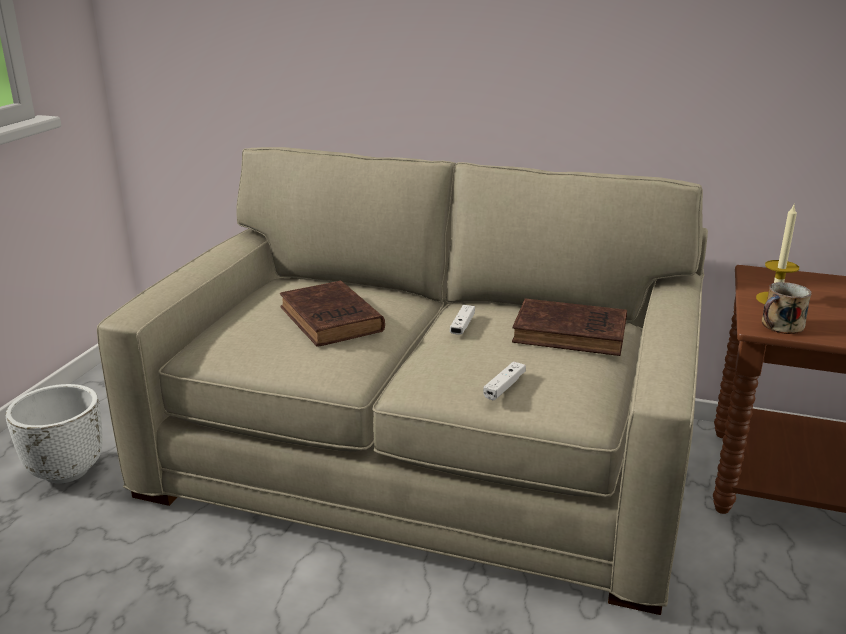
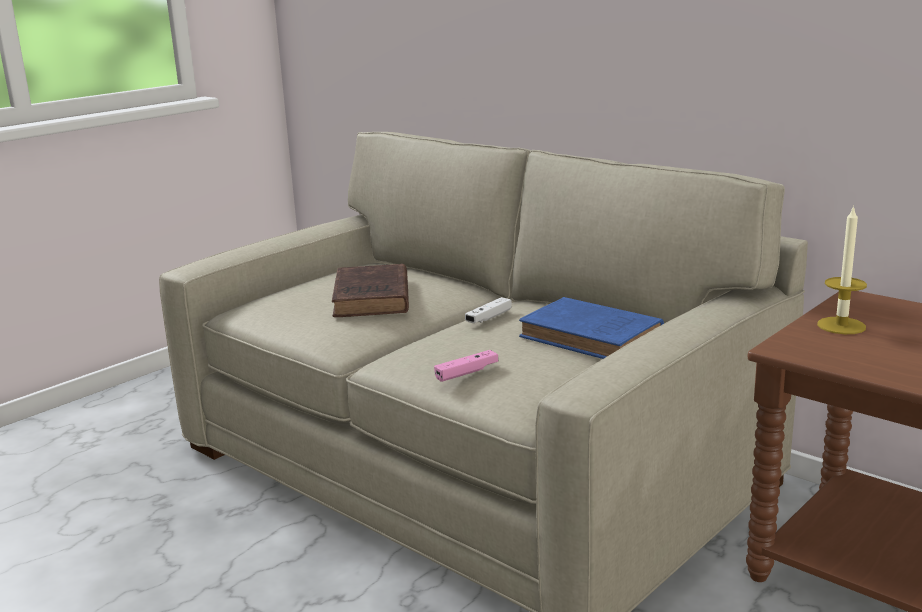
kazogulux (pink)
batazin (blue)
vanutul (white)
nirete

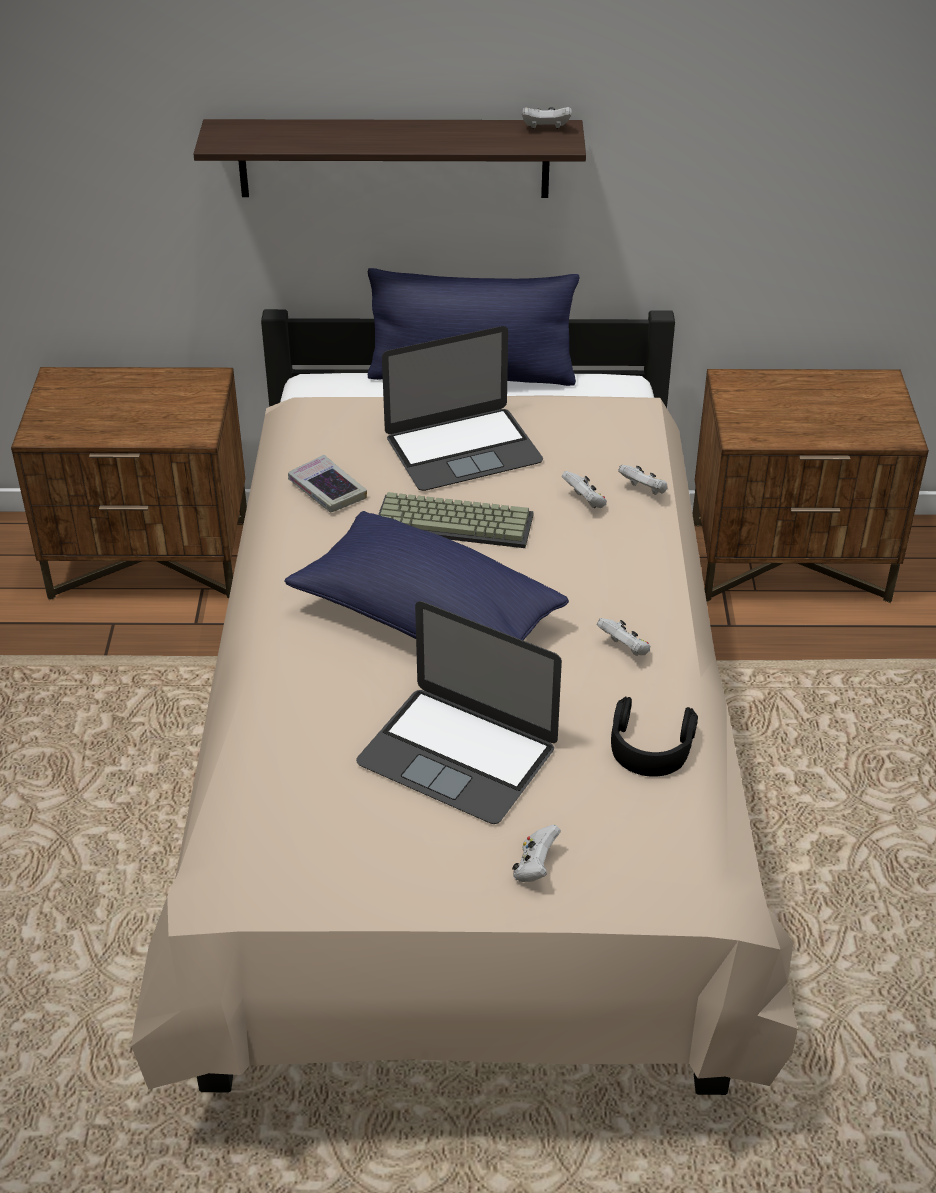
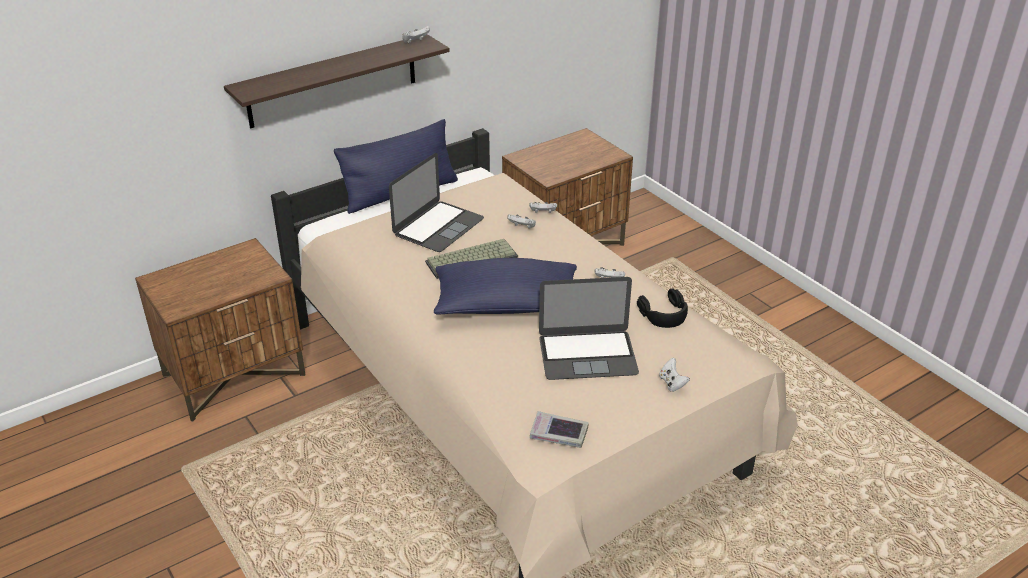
batazin

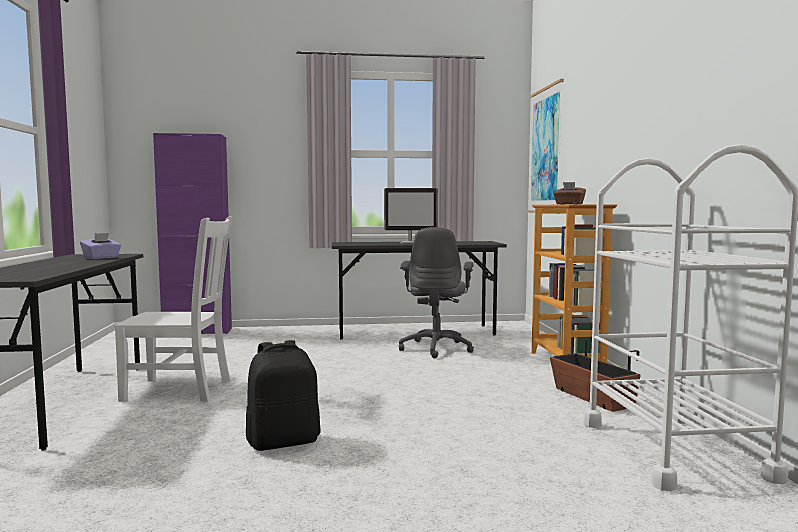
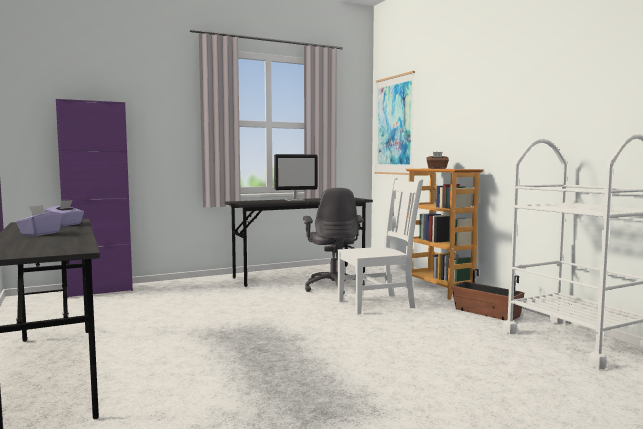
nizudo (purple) (no. 1 from left)
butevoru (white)
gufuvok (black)

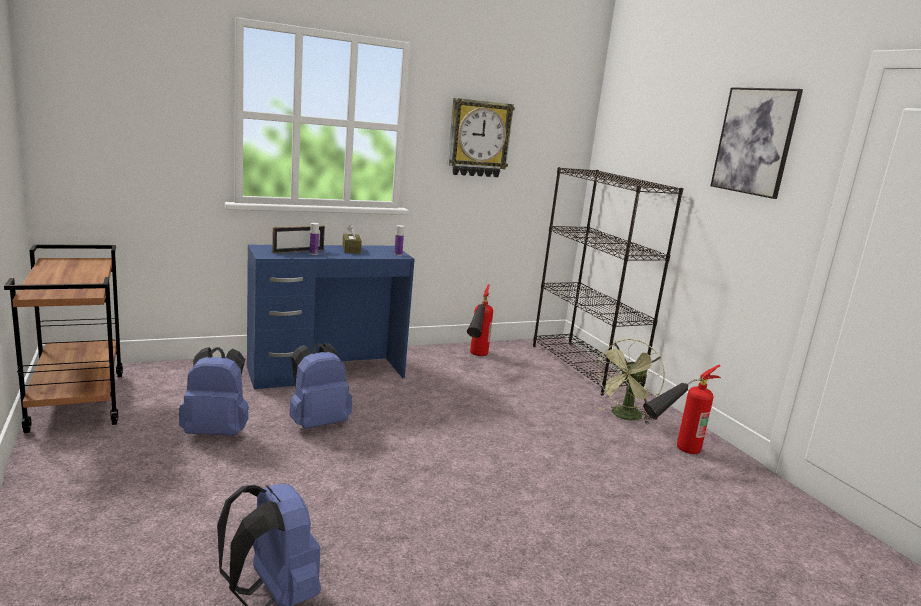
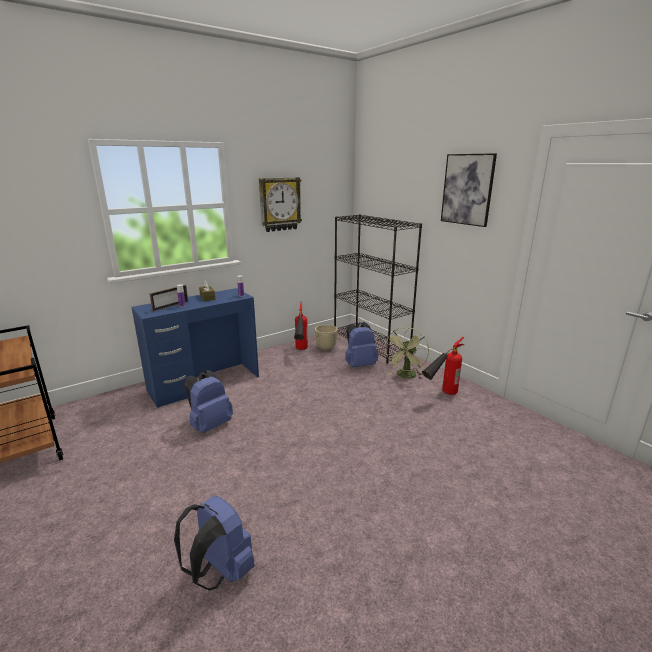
vanutul (beige)
gufuvok (blue) (no. 3 from left)

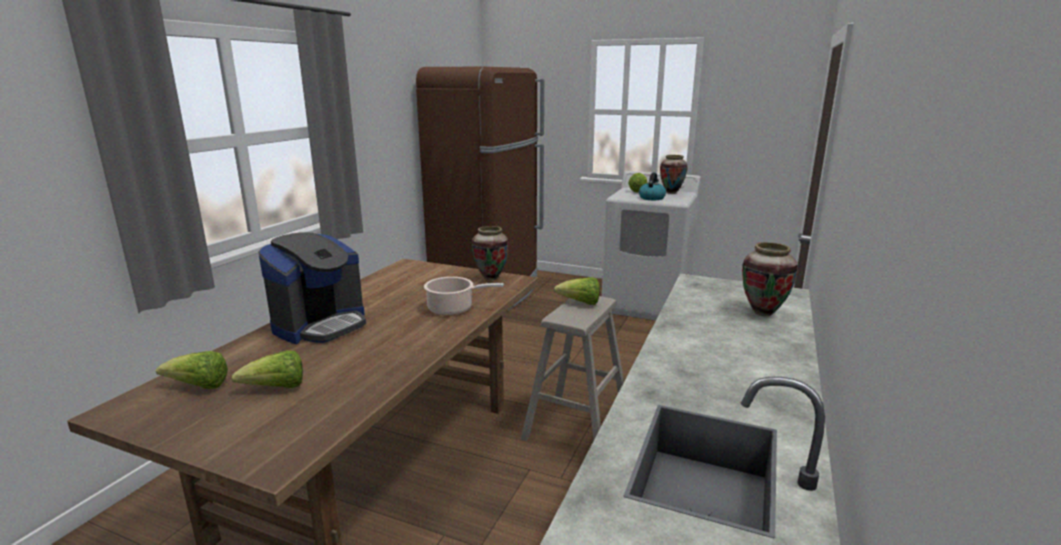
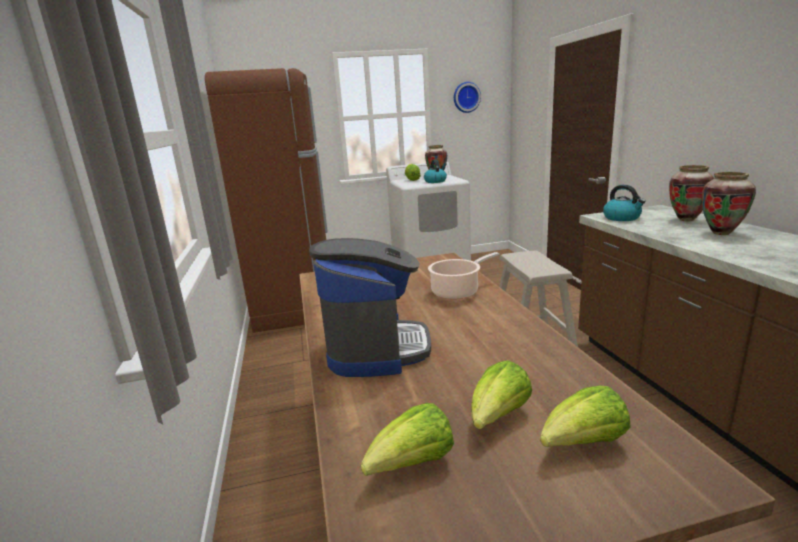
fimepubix
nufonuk (no. 4 from left)
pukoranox (no. 2 from left)
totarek (no. 3 from left)

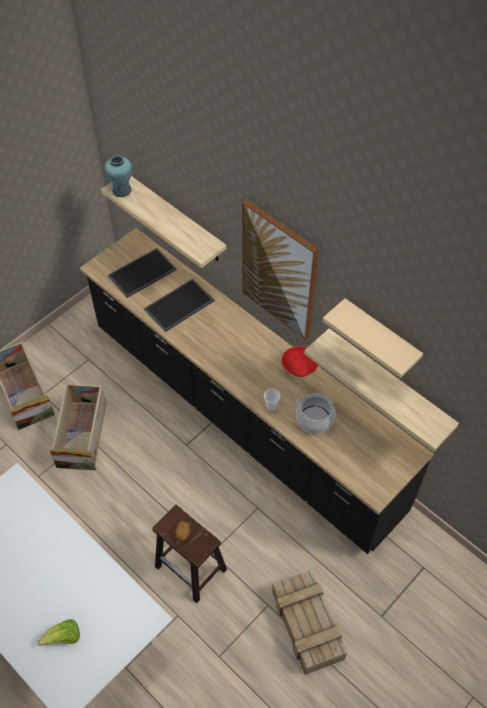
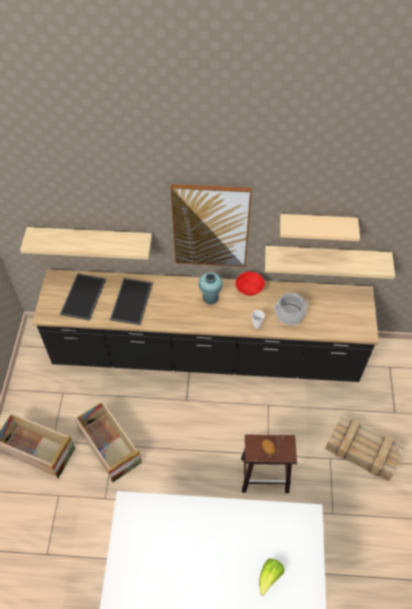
totarek (turquoise)

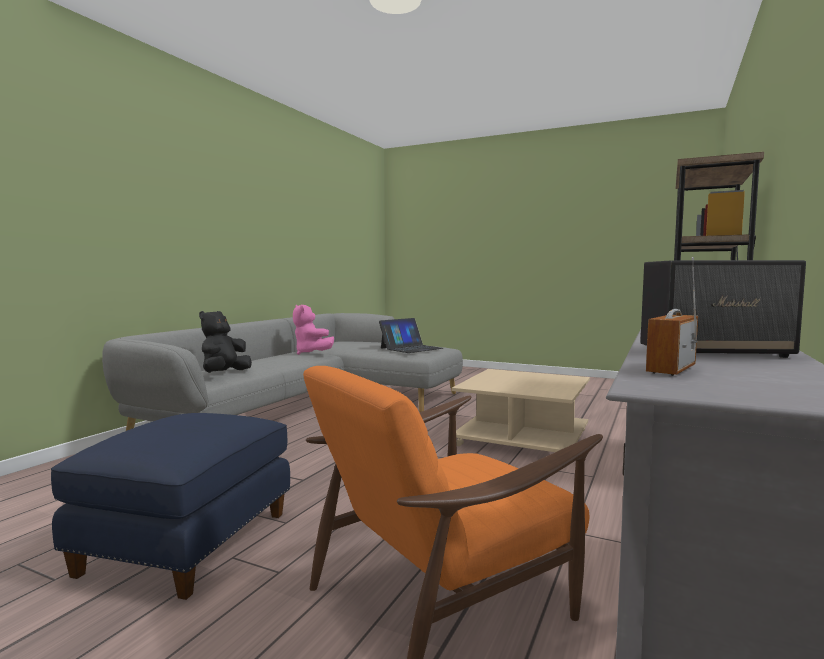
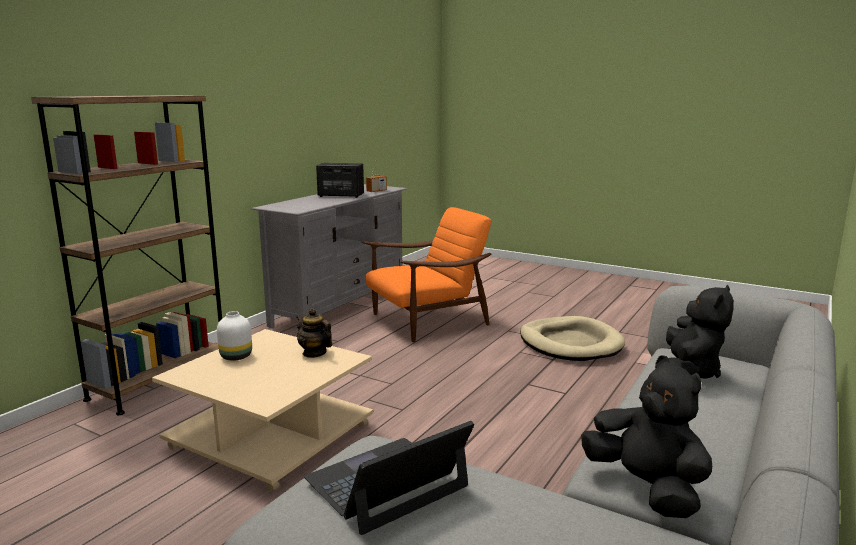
totarek (white)
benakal
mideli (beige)
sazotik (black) (no. 1 from left)

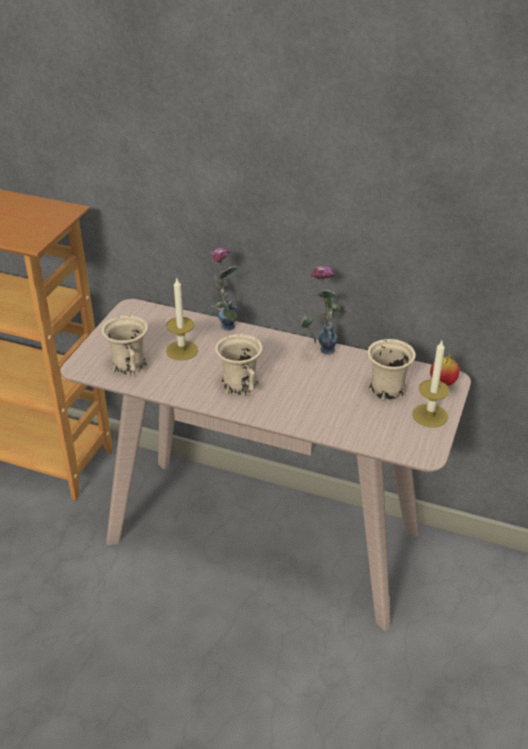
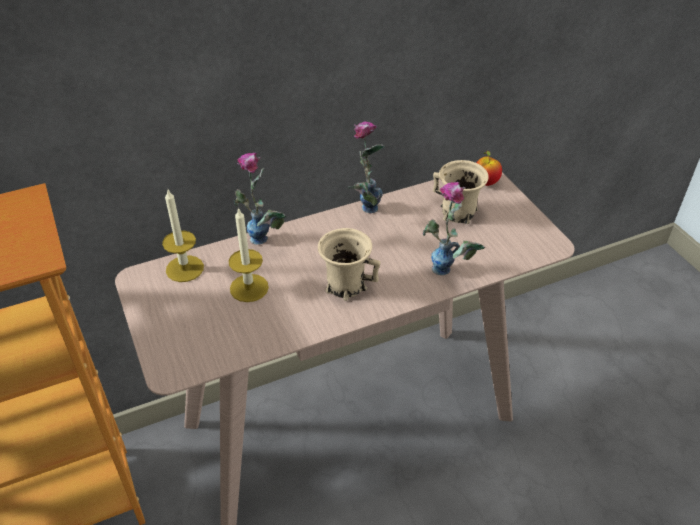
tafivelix (no. 1 from left)
totarek (no. 3 from left)
nirete (beige) (no. 1 from left in the first image)

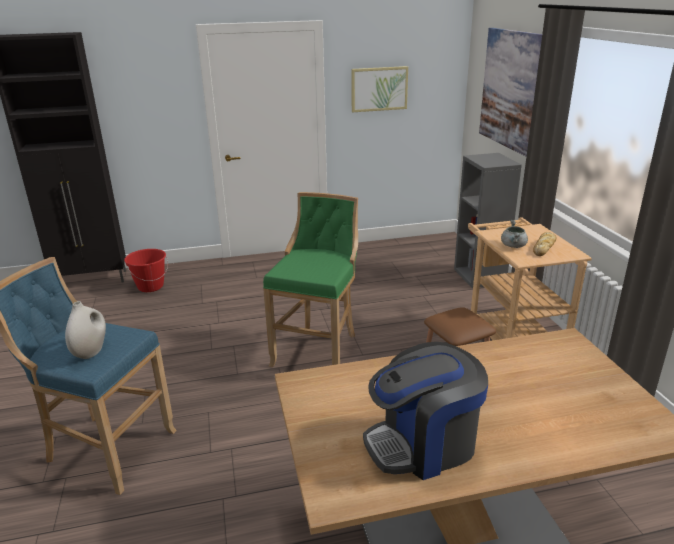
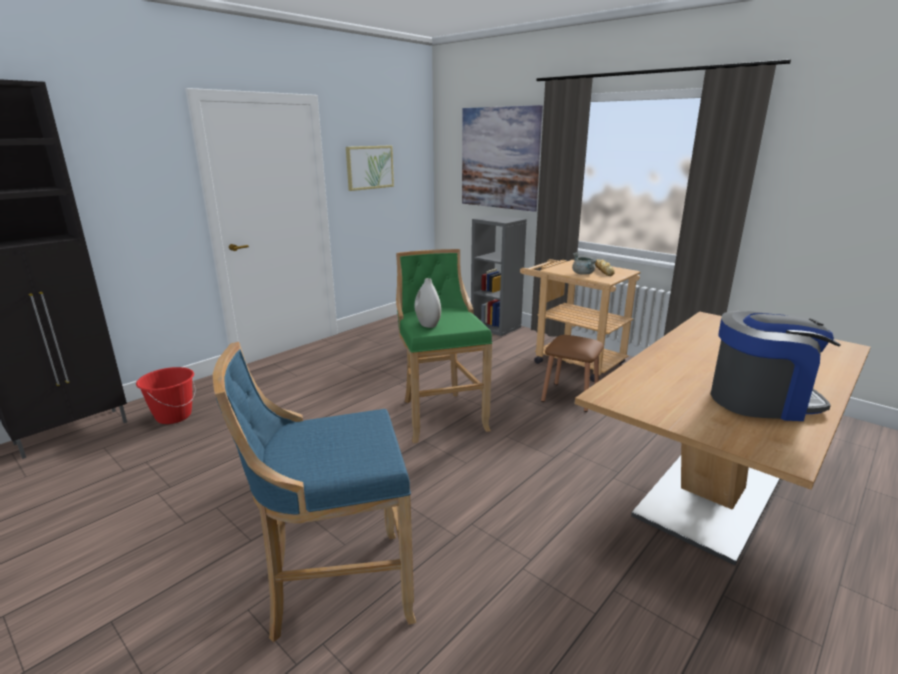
totarek (white)
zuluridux

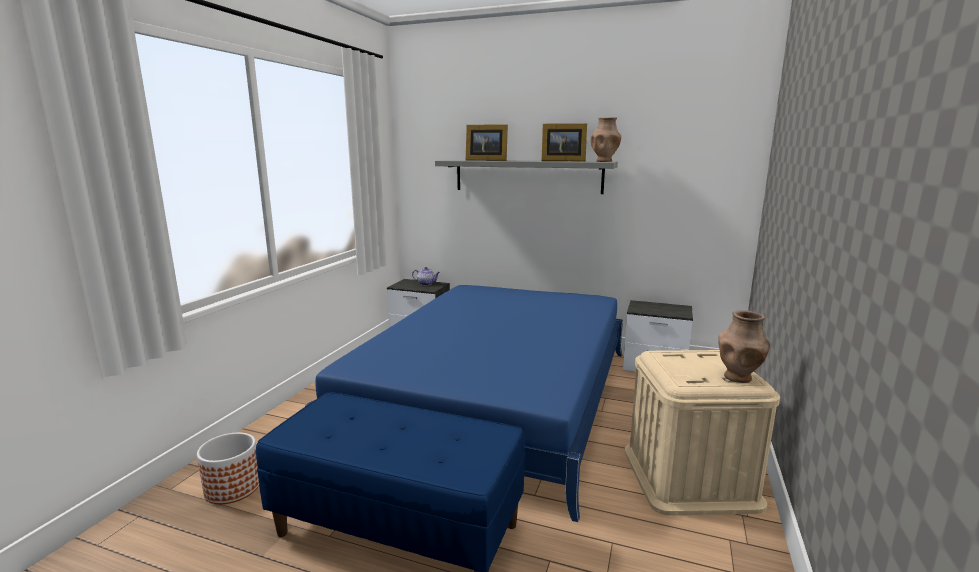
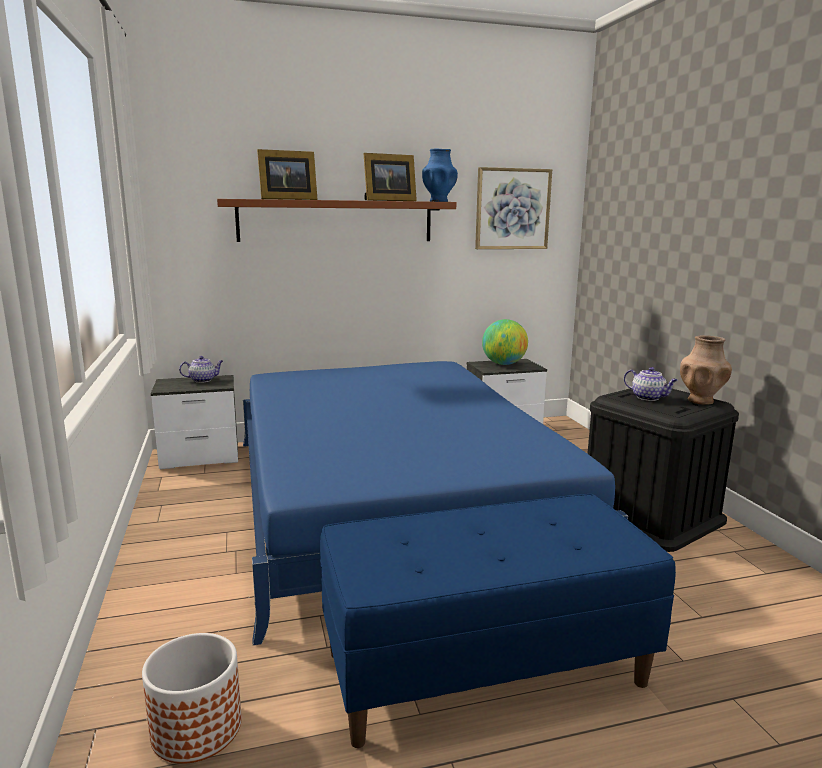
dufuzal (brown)
totarek (blue)
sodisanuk
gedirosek
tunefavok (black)
benakal (no. 2 from left)

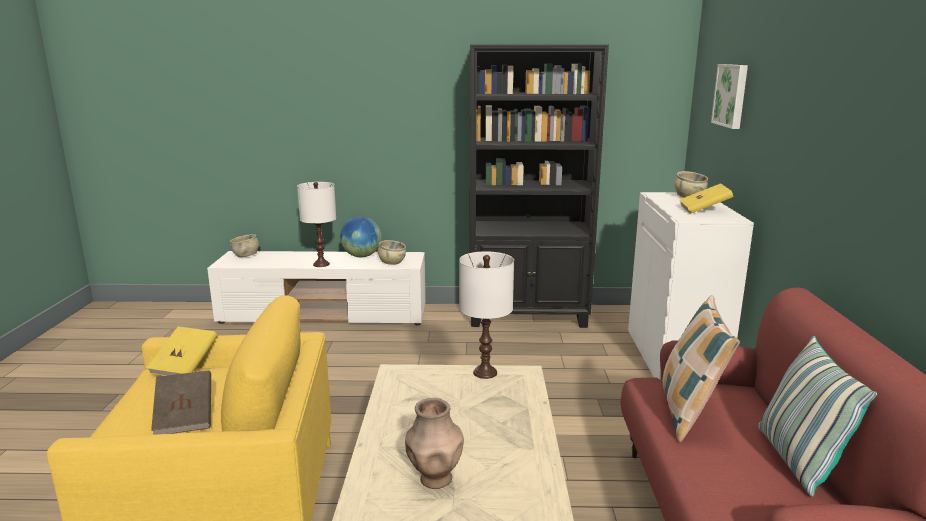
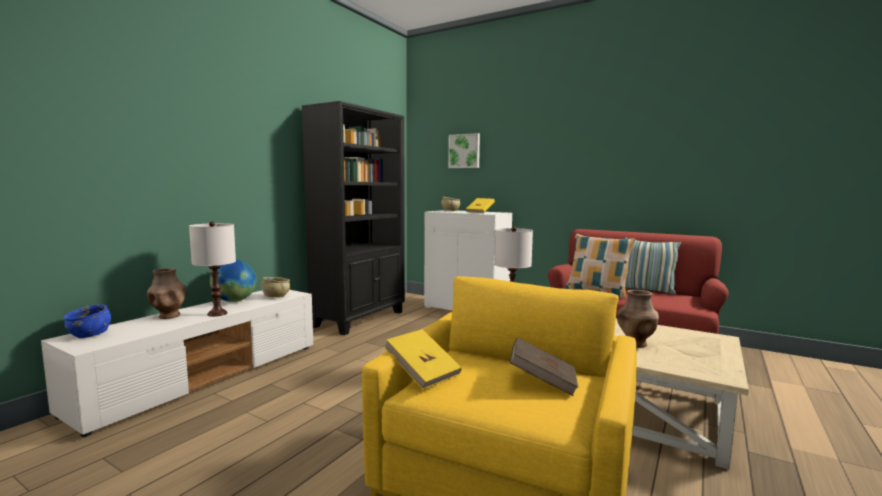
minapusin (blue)
totarek (brown) (no. 1 from left)

